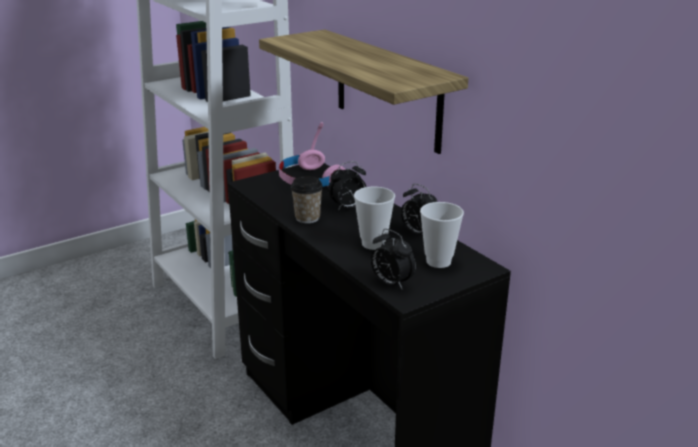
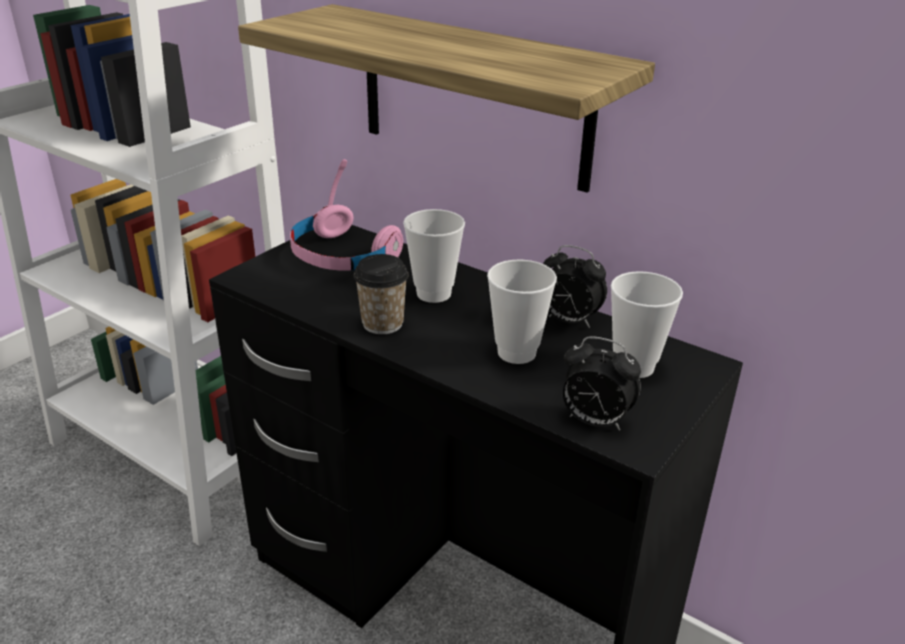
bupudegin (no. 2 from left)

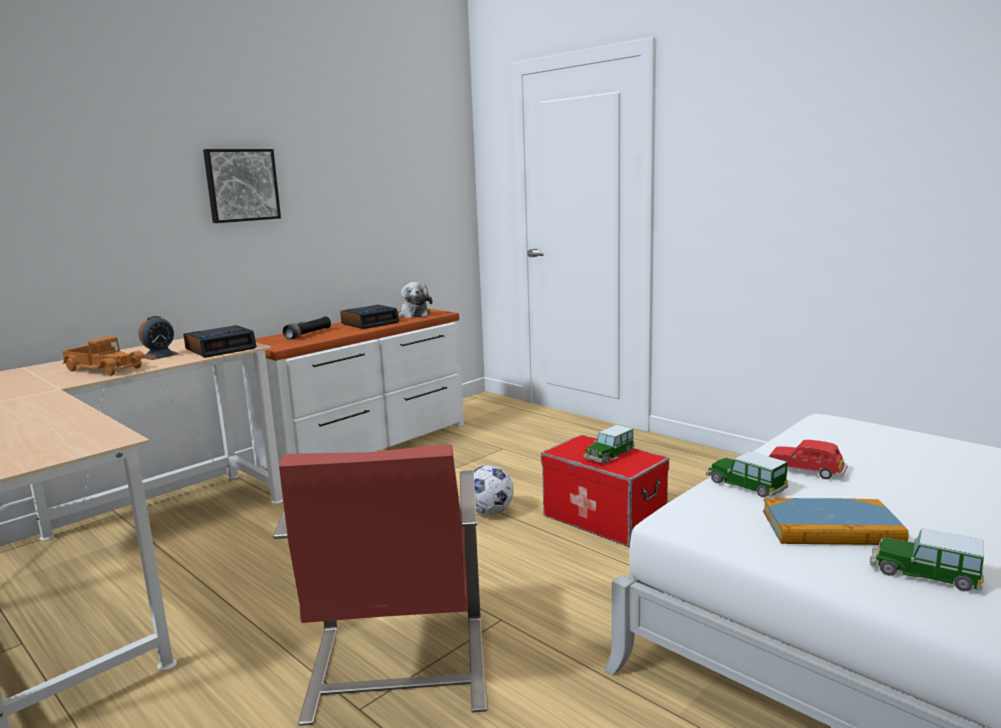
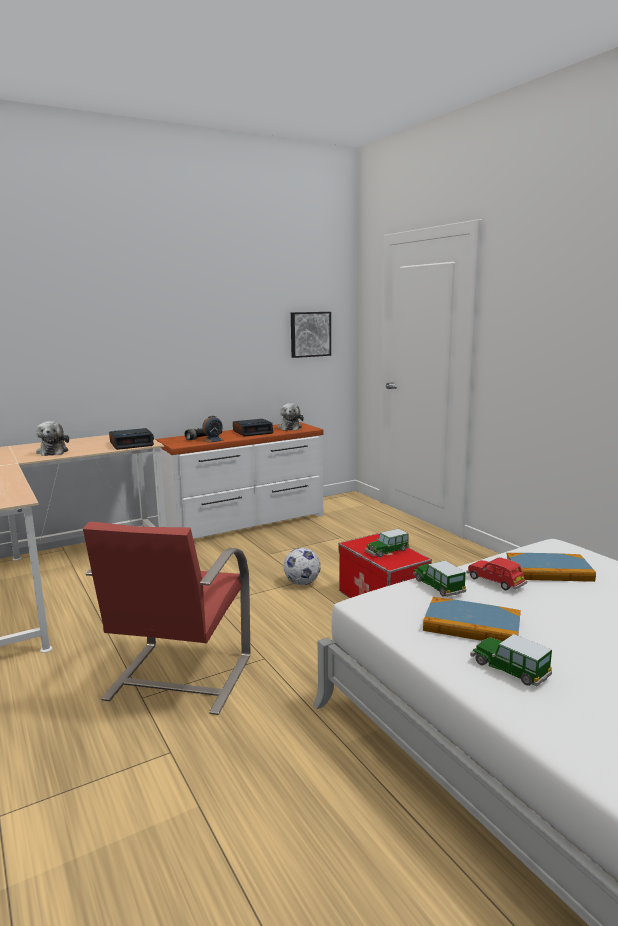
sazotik (no. 1 from left)
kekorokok (no. 2 from left)
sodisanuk
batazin (no. 2 from left)

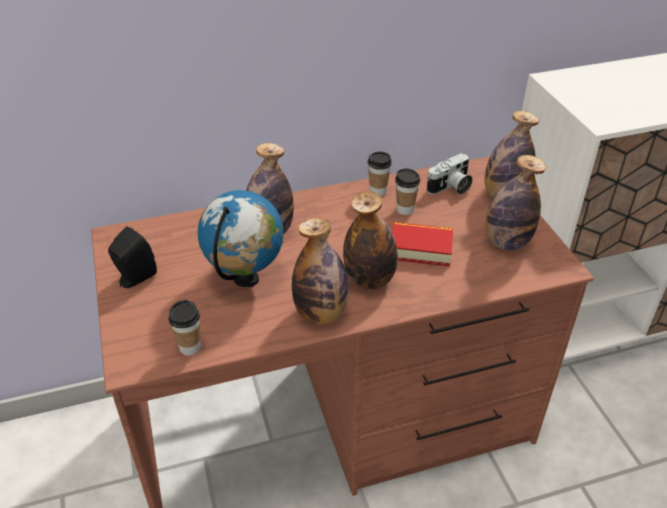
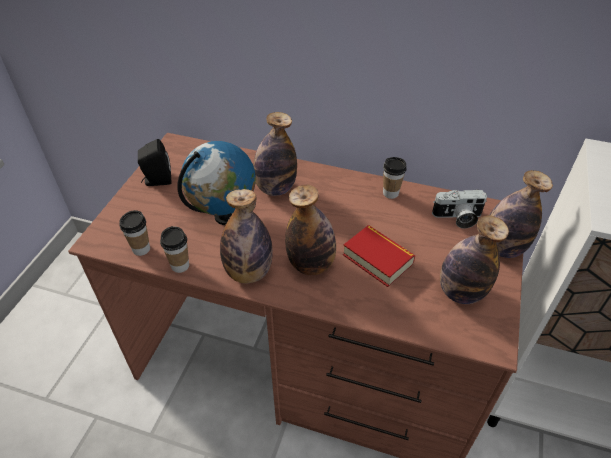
bupudegin (no. 2 from left)

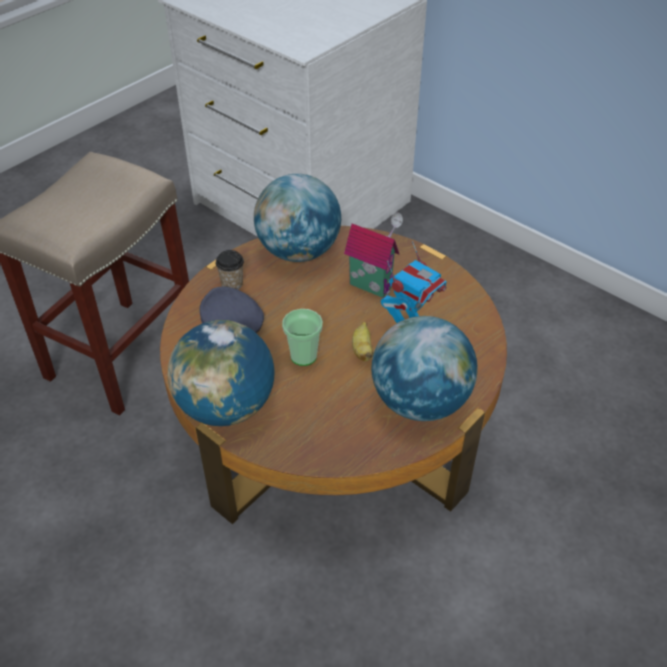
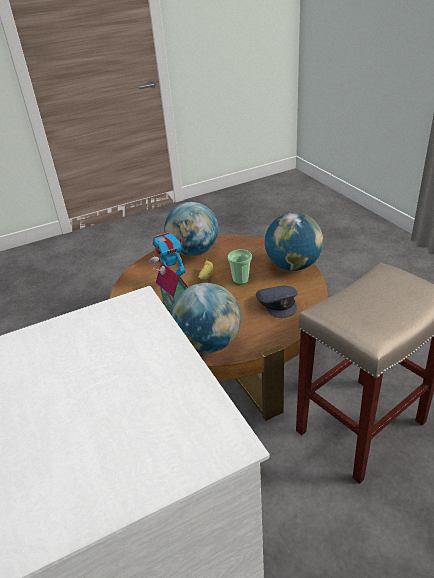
bupudegin (no. 1 from left in the first image)

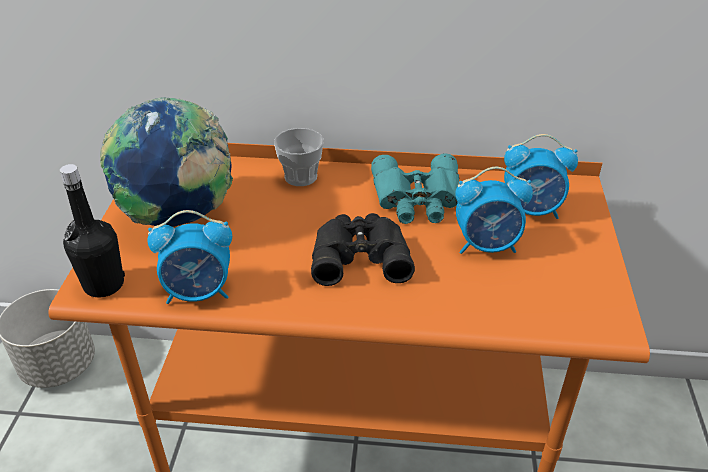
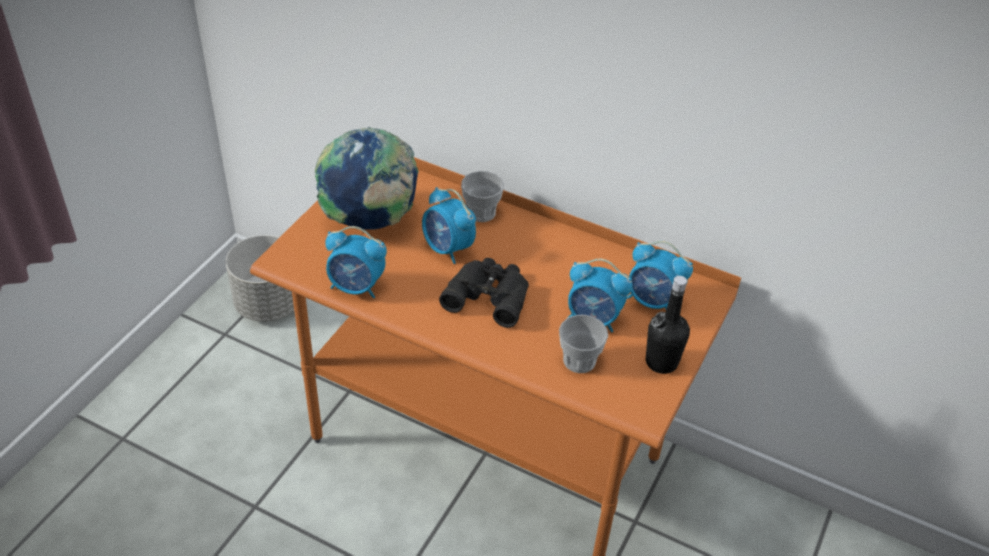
kekorokok (no. 2 from left)
bupudegin (no. 2 from left)
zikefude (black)
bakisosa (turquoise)

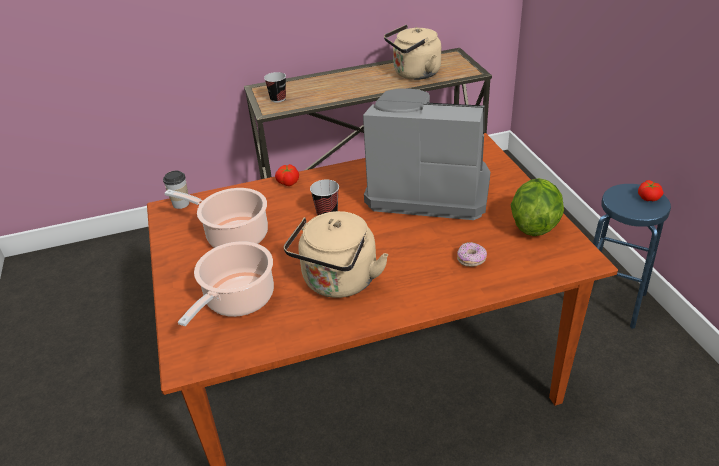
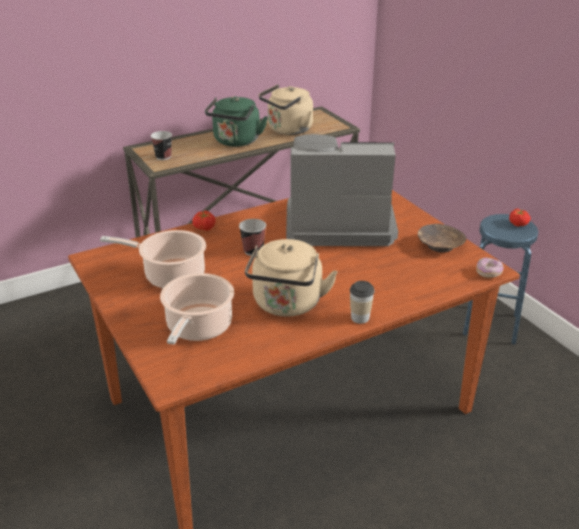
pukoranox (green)
bupudegin (no. 3 from left)
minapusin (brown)
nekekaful

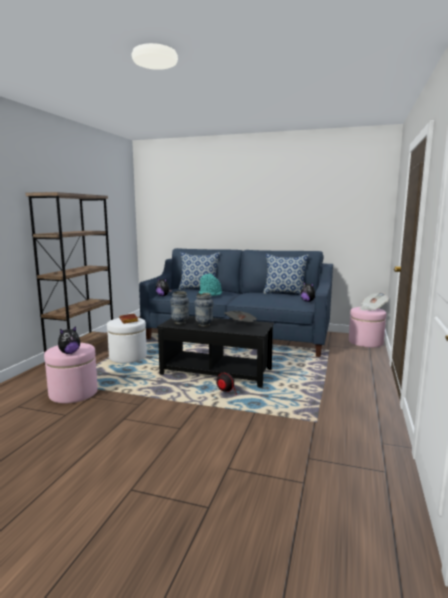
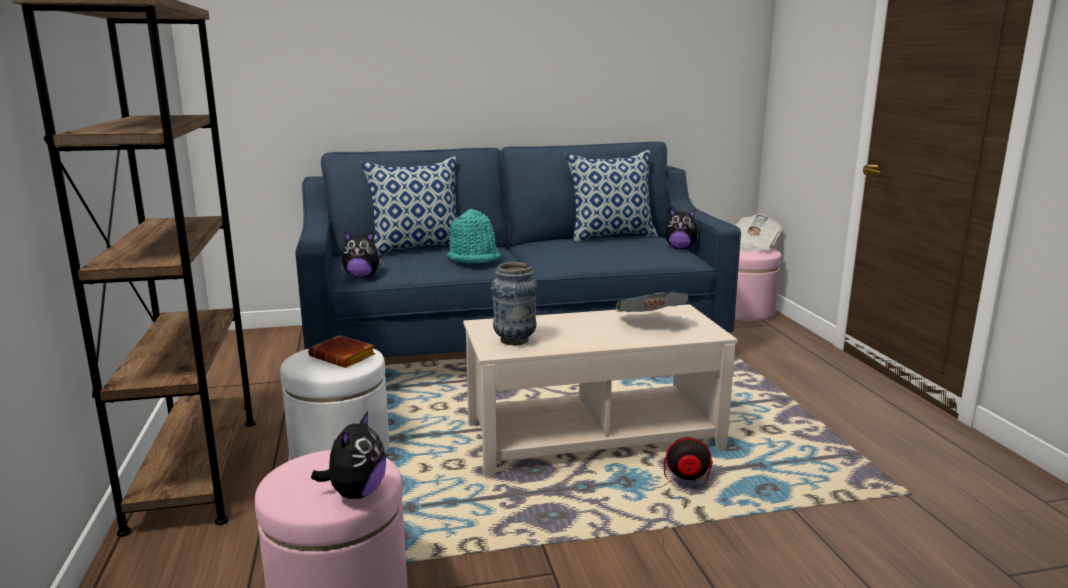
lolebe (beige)
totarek (no. 2 from left in the first image)

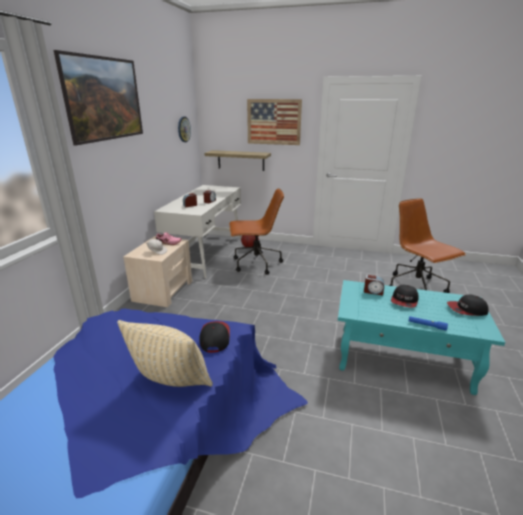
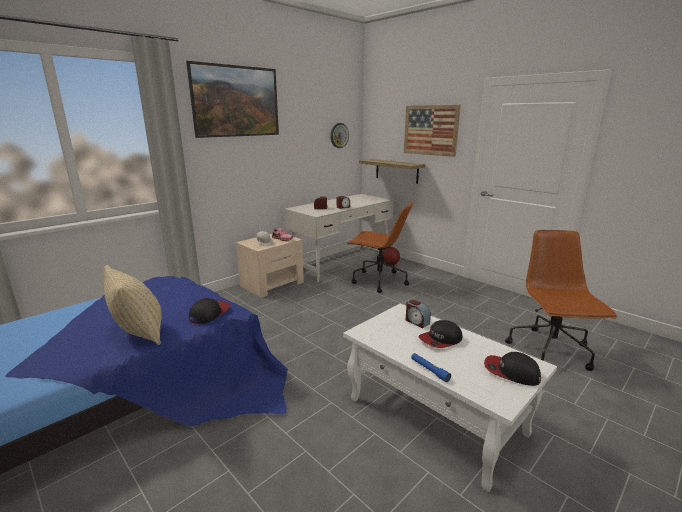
lolebe (white)

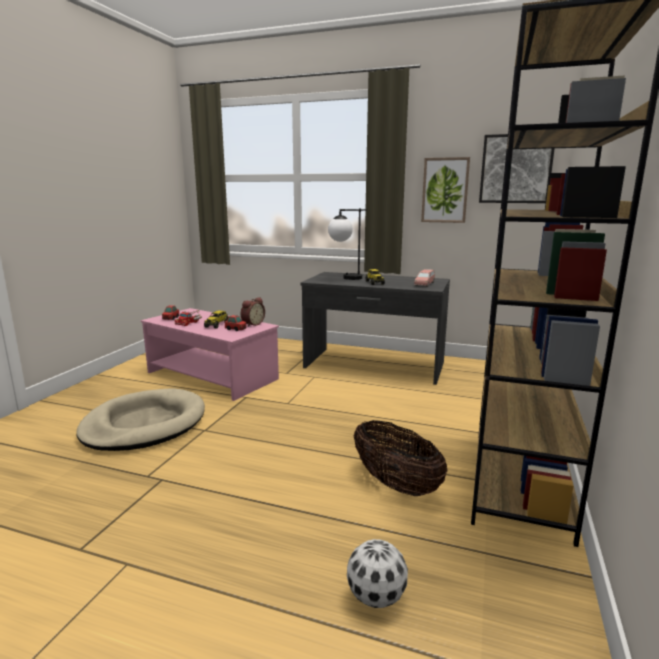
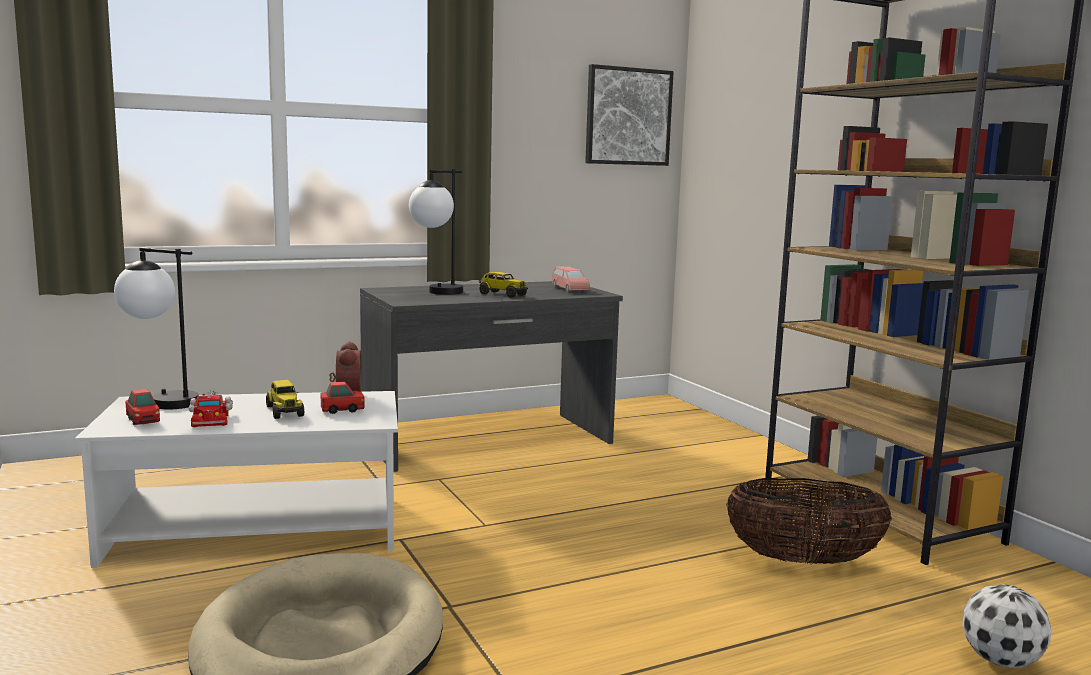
lolebe (white)
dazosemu (no. 1 from left)
sodisanuk (no. 1 from left in the first image)

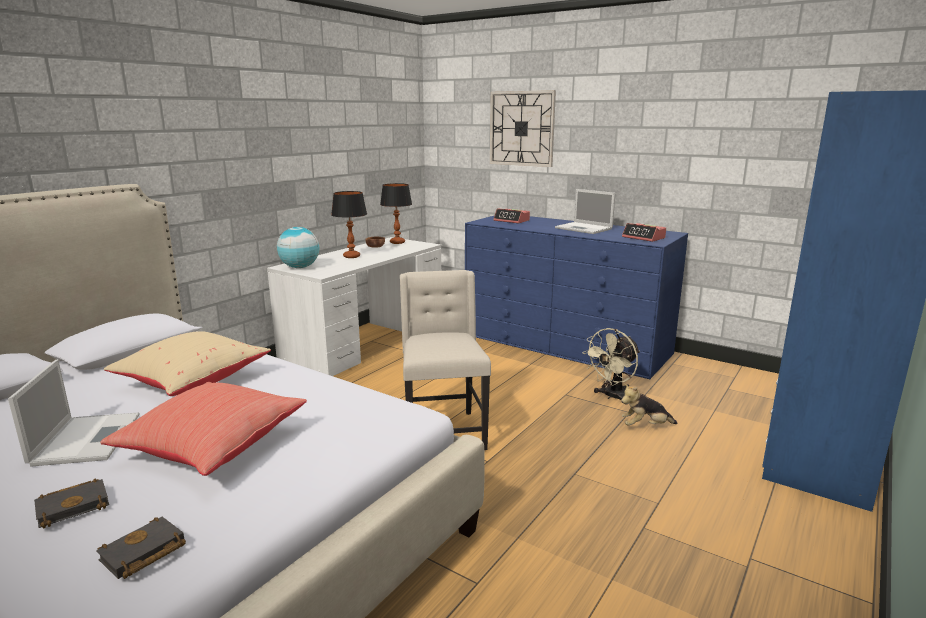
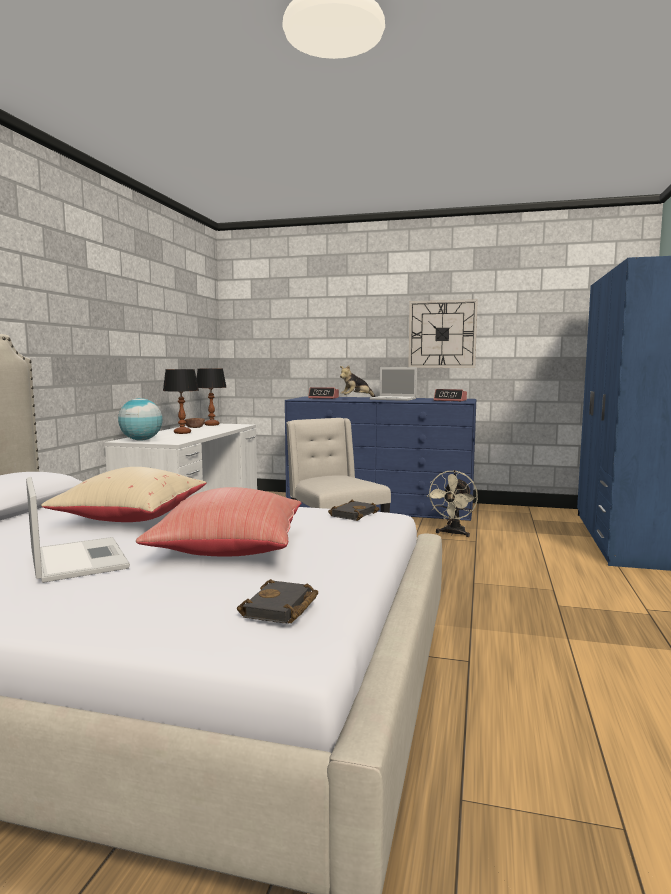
batazin (black) (no. 2 from left)
sazotik
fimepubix

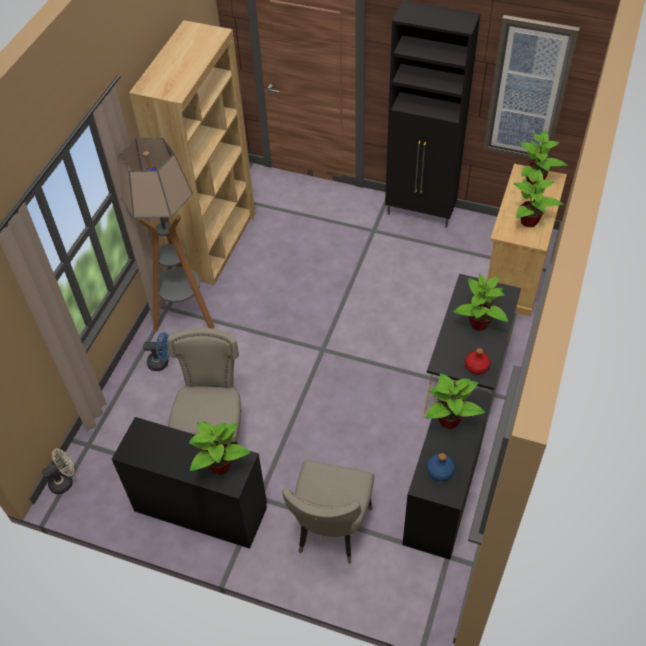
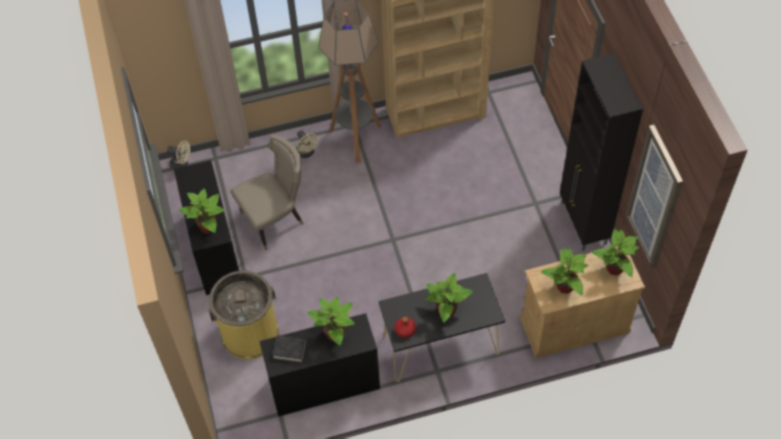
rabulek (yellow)
batazin (black)
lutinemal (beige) (no. 2 from left)

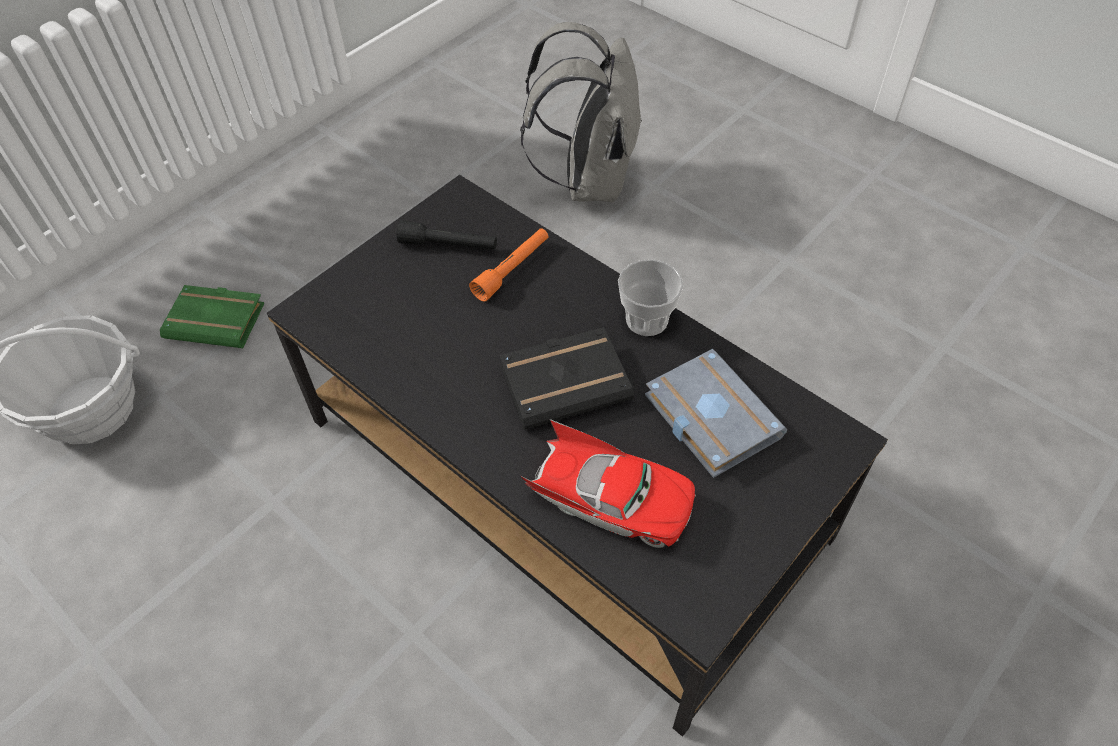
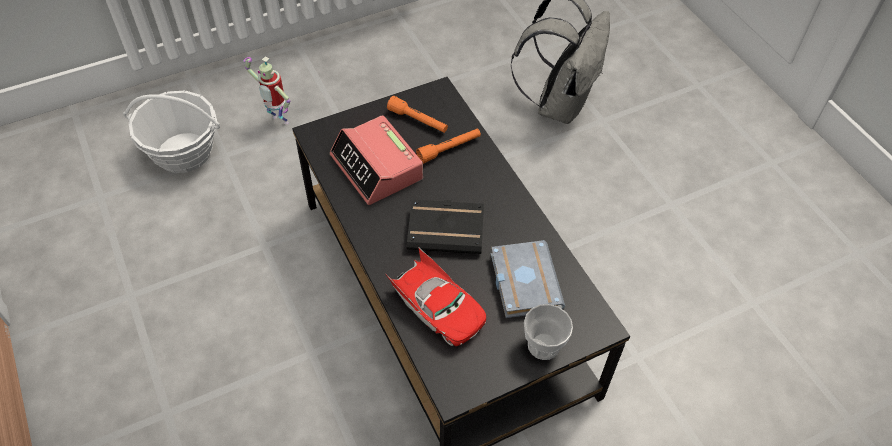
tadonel
kekorokok
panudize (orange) (no. 1 from left)
bupudegin

